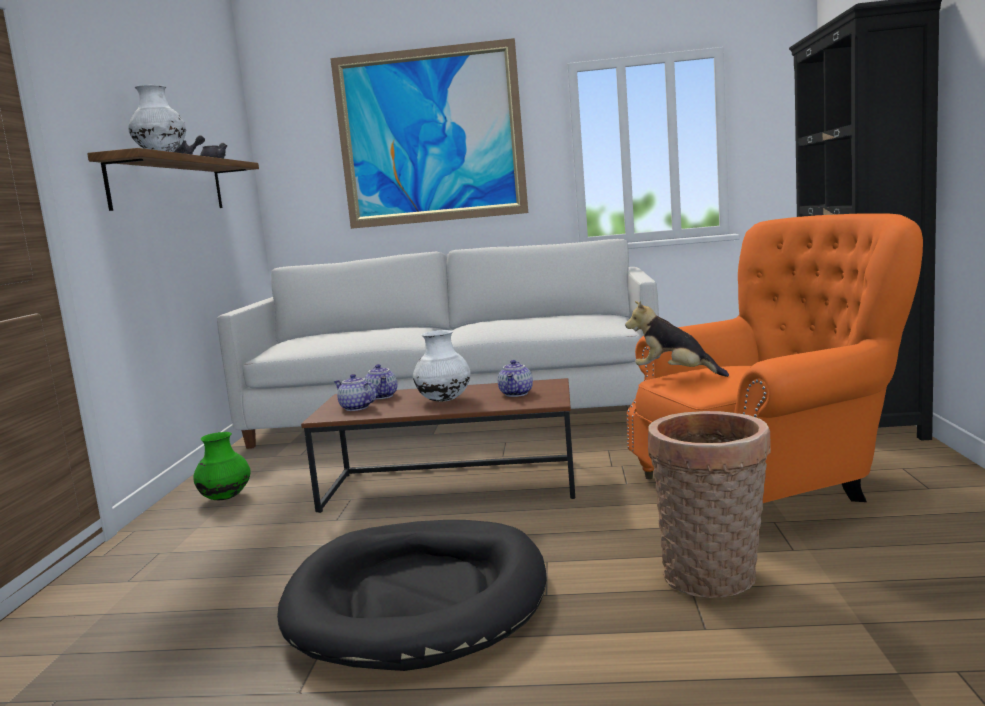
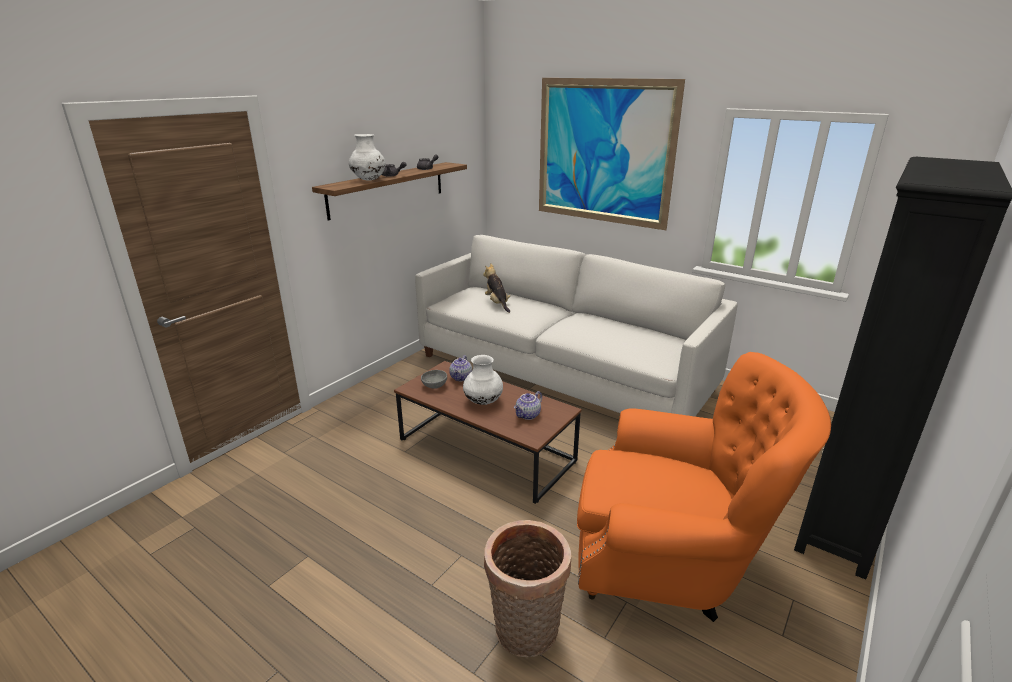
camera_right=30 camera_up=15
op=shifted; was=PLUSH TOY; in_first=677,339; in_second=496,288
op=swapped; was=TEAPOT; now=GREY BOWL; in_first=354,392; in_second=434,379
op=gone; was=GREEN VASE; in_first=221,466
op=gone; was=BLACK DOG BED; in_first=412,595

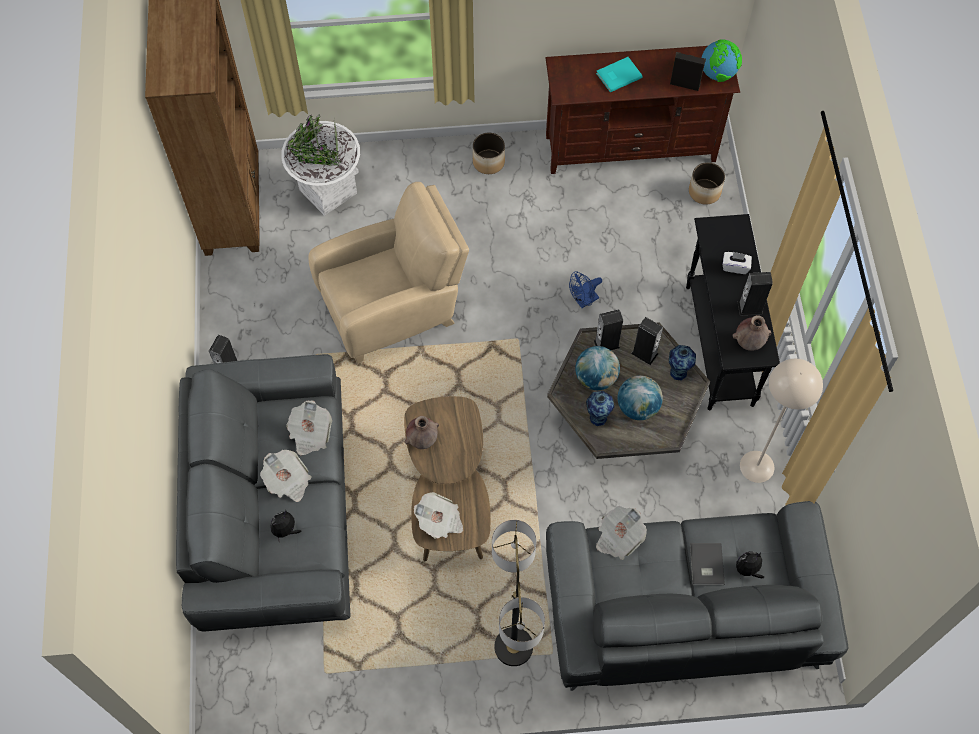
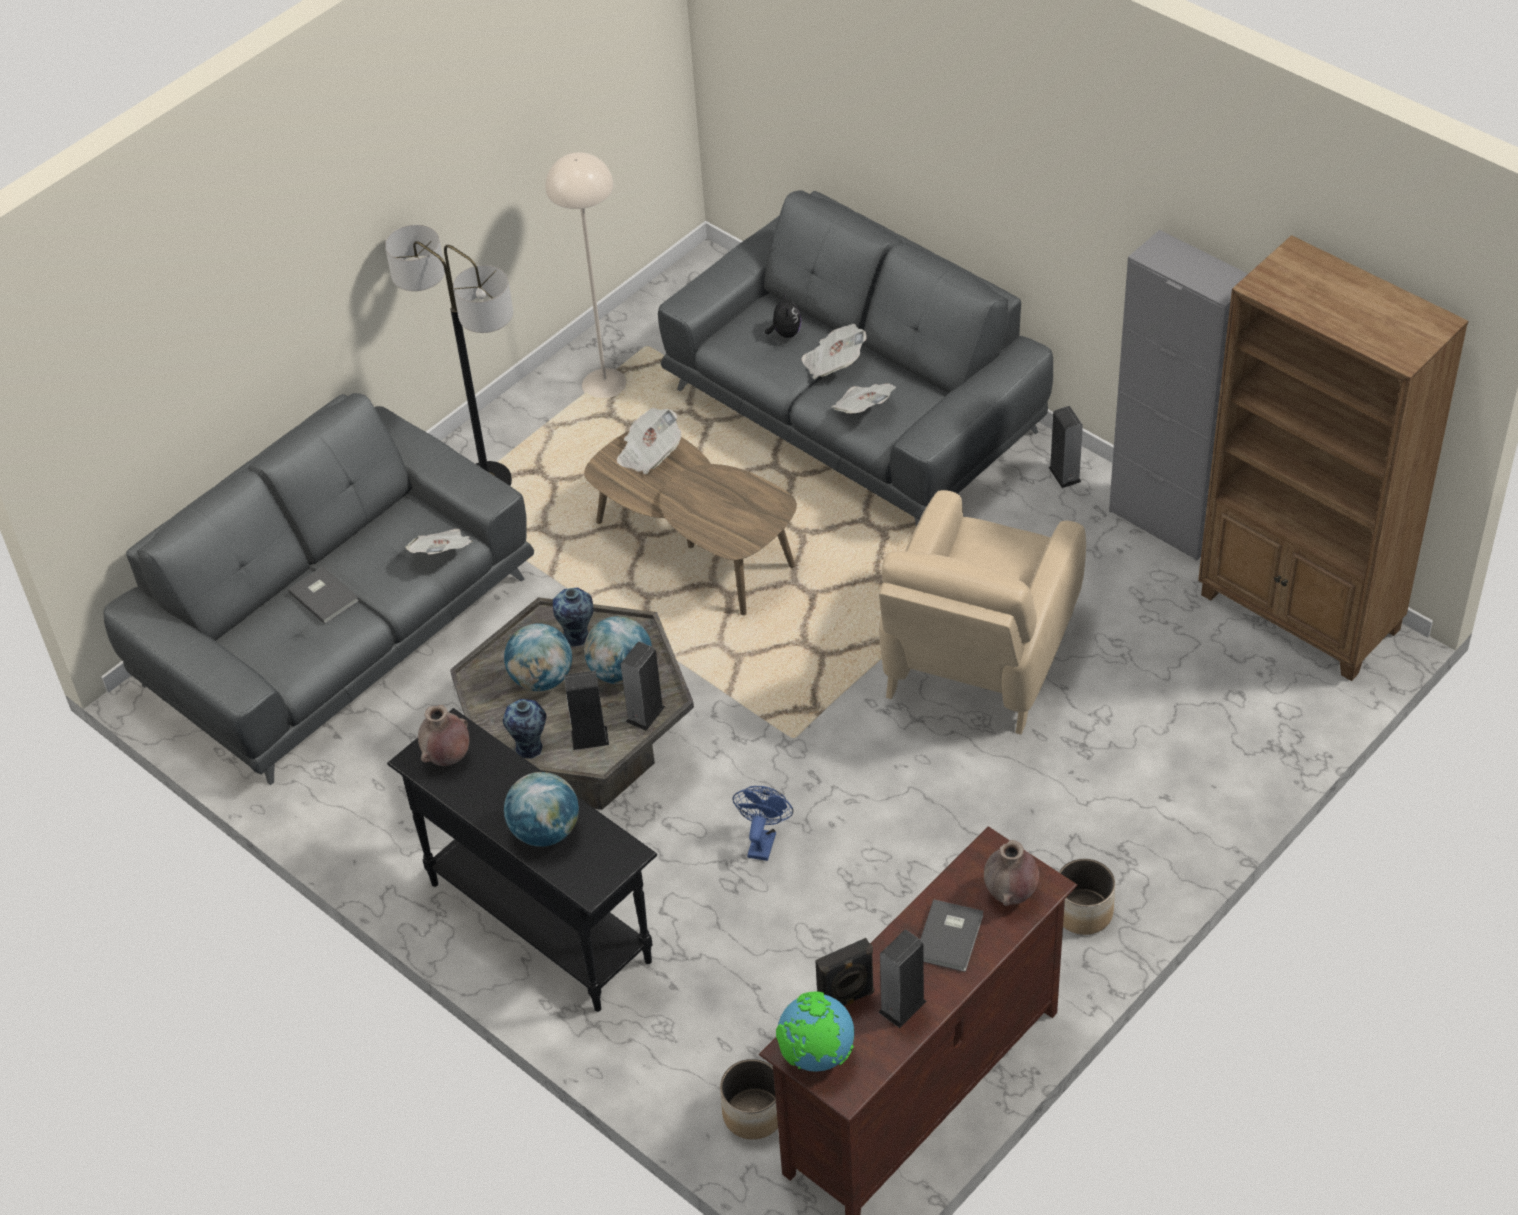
camera_right=140 camera_up=-15
op=repainted; was=TURQUOISE BOOK; now=GREY BOOK; in_first=619,74; in_second=951,935
op=gone; was=WHITE PLANTER; in_first=320,165
op=swapped; was=WHITE TISSUE BOX; now=GLOBE; in_first=737,263; in_second=541,809
op=shifted; was=SPEAKER; in_first=755,294; in_second=902,979
op=shifted; was=BEIGE FLOOR LAMP; in_first=781,421; in_second=585,275
op=shifted; was=BROWN VASE; in_first=421,432; in_second=1011,873
op=gone; was=PLUSH TOY; in_first=750,565
op=new; now=GREY CABINET; in_second=1178,395

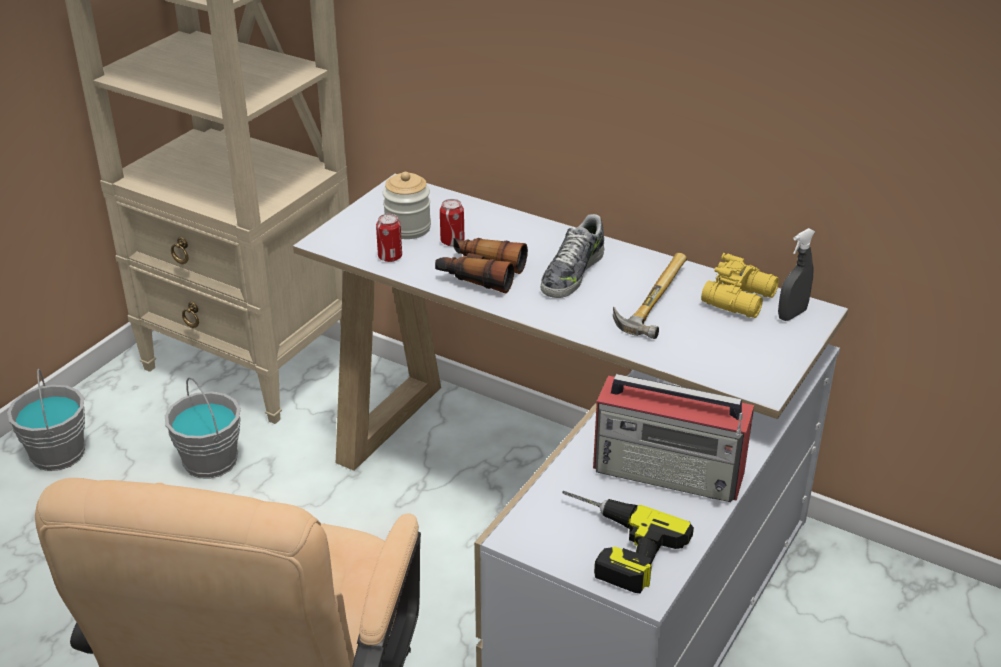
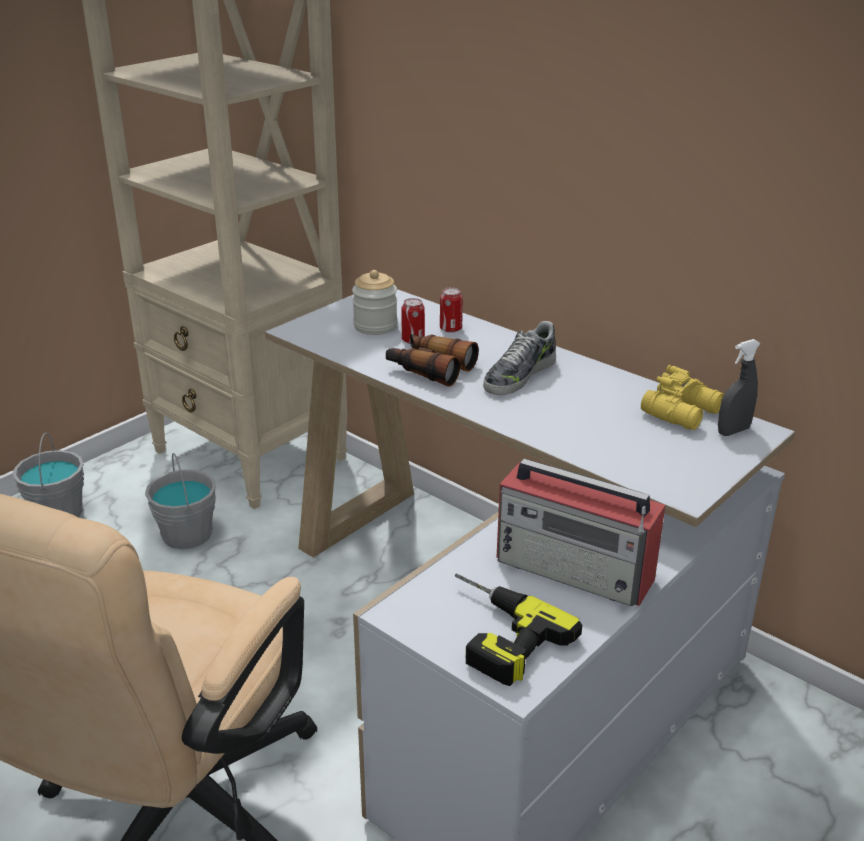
camera_right=10 camera_up=-5
op=shifted; was=CAN; in_first=389,238; in_second=451,310
op=gone; was=HAMMER; in_first=650,296

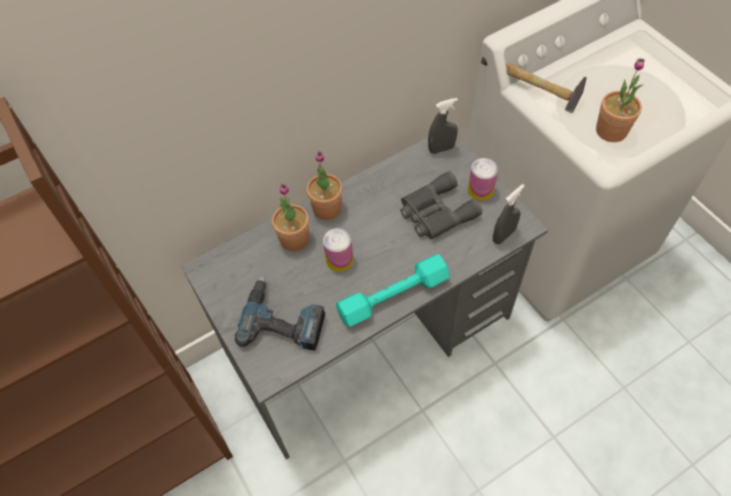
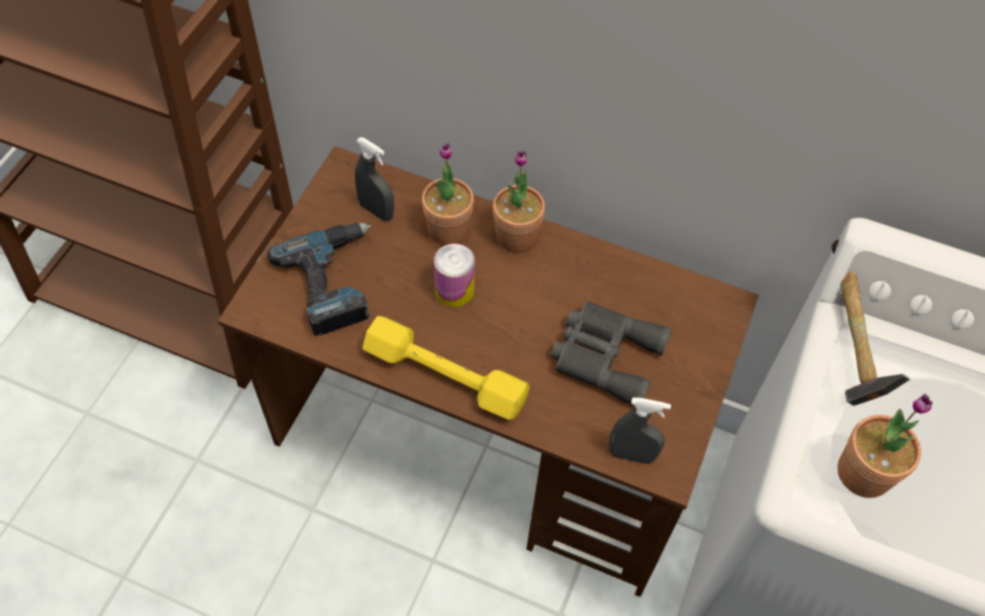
camera_right=50 camera_up=0
op=shifted; was=GREY SPRAY BOTTLE; in_first=443,126; in_second=374,179
op=repainted; was=GREY DESK; now=BROWN DESK; in_first=364,297; in_second=488,371
op=gone; was=CAN; in_first=483,179
op=repainted; was=TURQUOISE DUMBBELL; now=YELLOW DUMBBELL; in_first=393,290; in_second=446,368

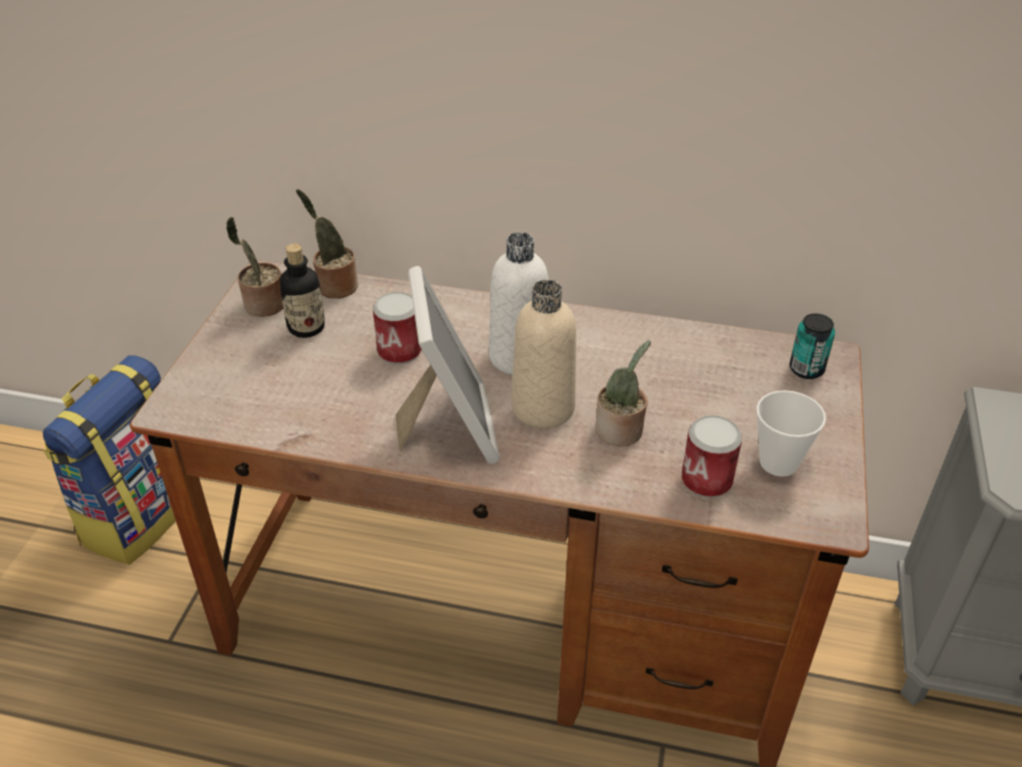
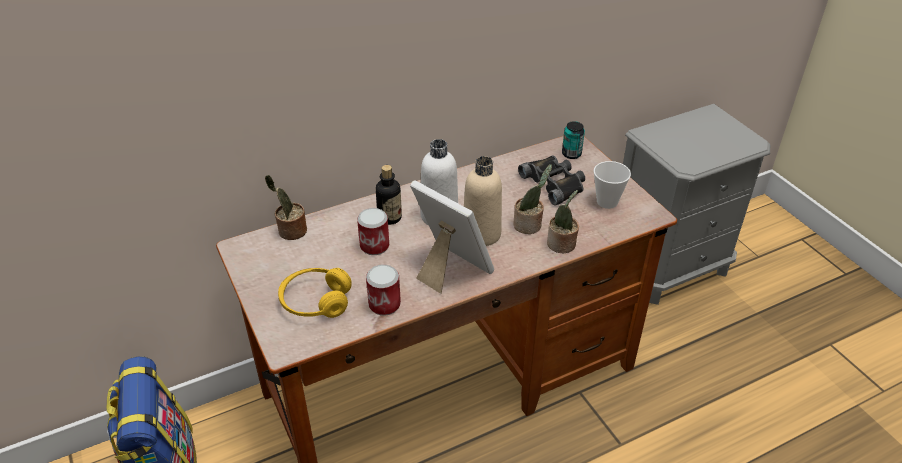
camera_right=-40 camera_up=0
op=shifted; was=POTTED PLANT; in_first=254,267; in_second=563,221
op=shifted; was=BOTTLE; in_first=302,291; in_second=389,195
op=shifted; was=CAN; in_first=712,456; in_second=383,290
op=new; now=BLACK BINOCULARS; in_second=551,180
op=new; now=YELLOW HEADPHONES; in_second=315,293

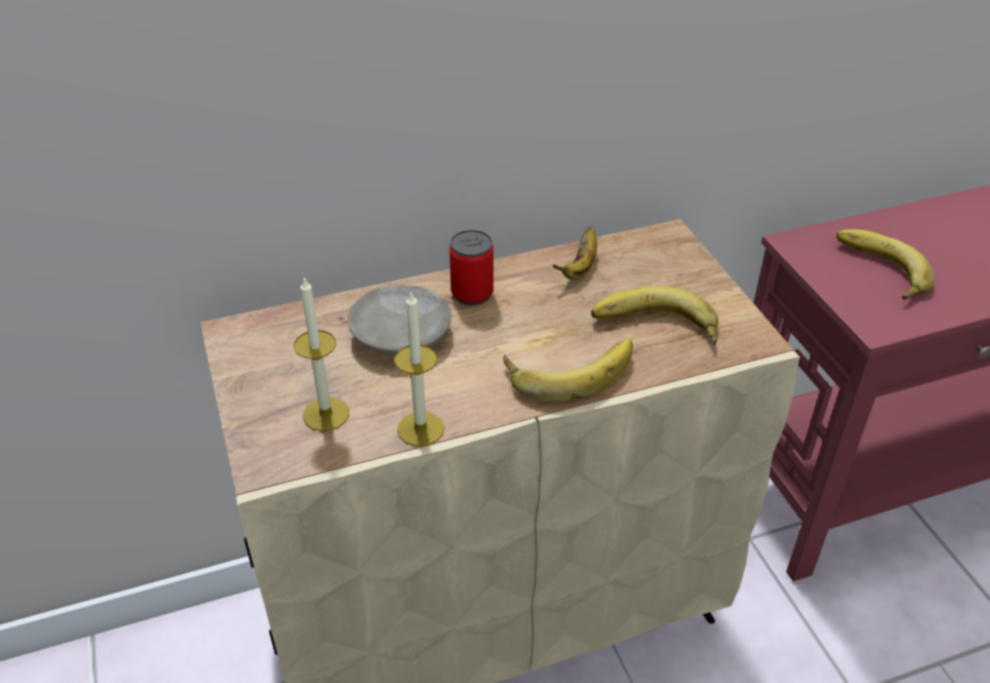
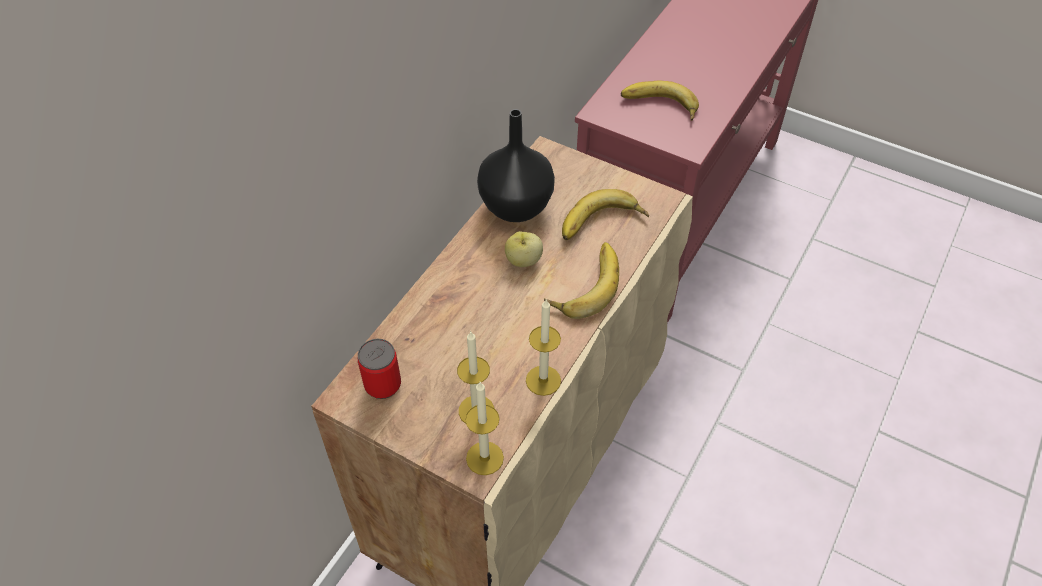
camera_right=-40 camera_up=10
op=swapped; was=BANANA; now=BLACK VASE; in_first=575,253; in_second=516,165
op=shifted; was=CAN; in_first=471,267; in_second=379,369
op=gone; was=BEIGE PLATE; in_first=399,319
op=new; now=APPLE; in_second=524,249
op=new; now=CANDLE; in_second=484,428

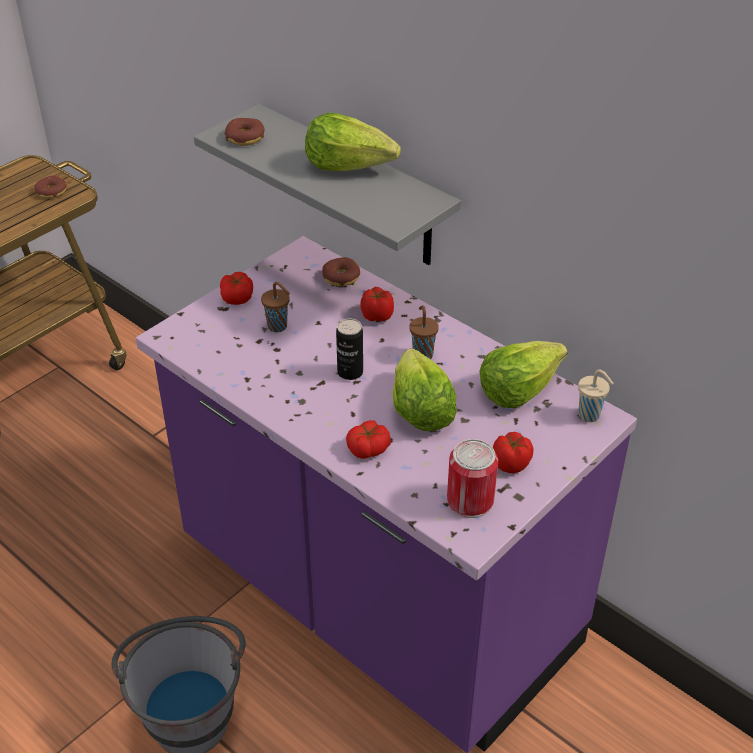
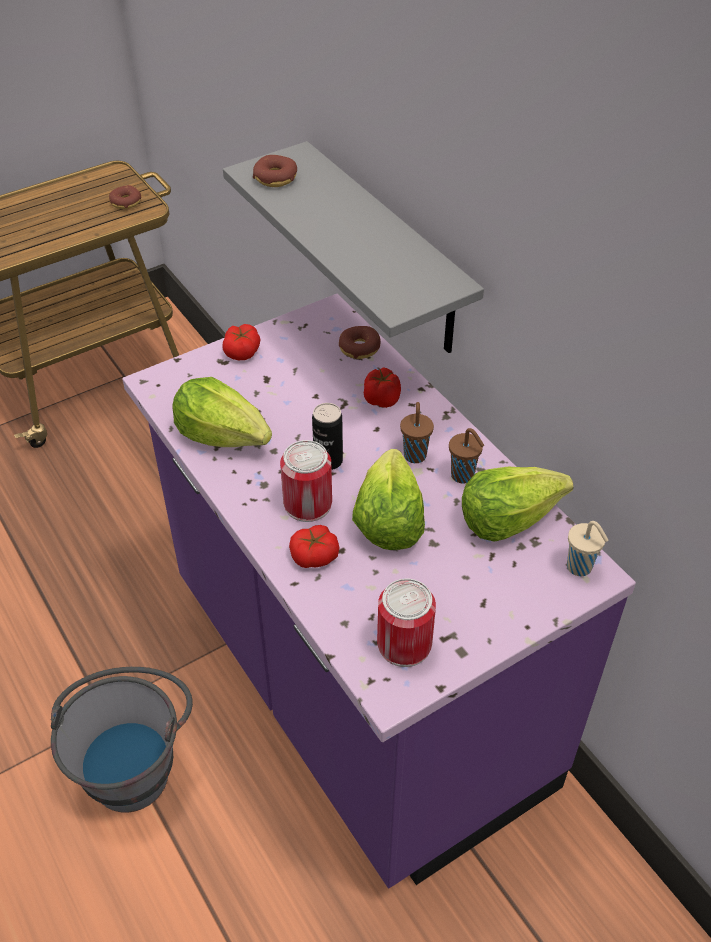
camera_right=15 camera_up=5
op=shifted; was=LETTUCE; in_first=353,142; in_second=222,412
op=shifted; was=BROWN CUP; in_first=275,307; in_second=466,455
op=gone; was=TOMATO; in_first=513,452
op=new; now=CAN; in_second=306,481

